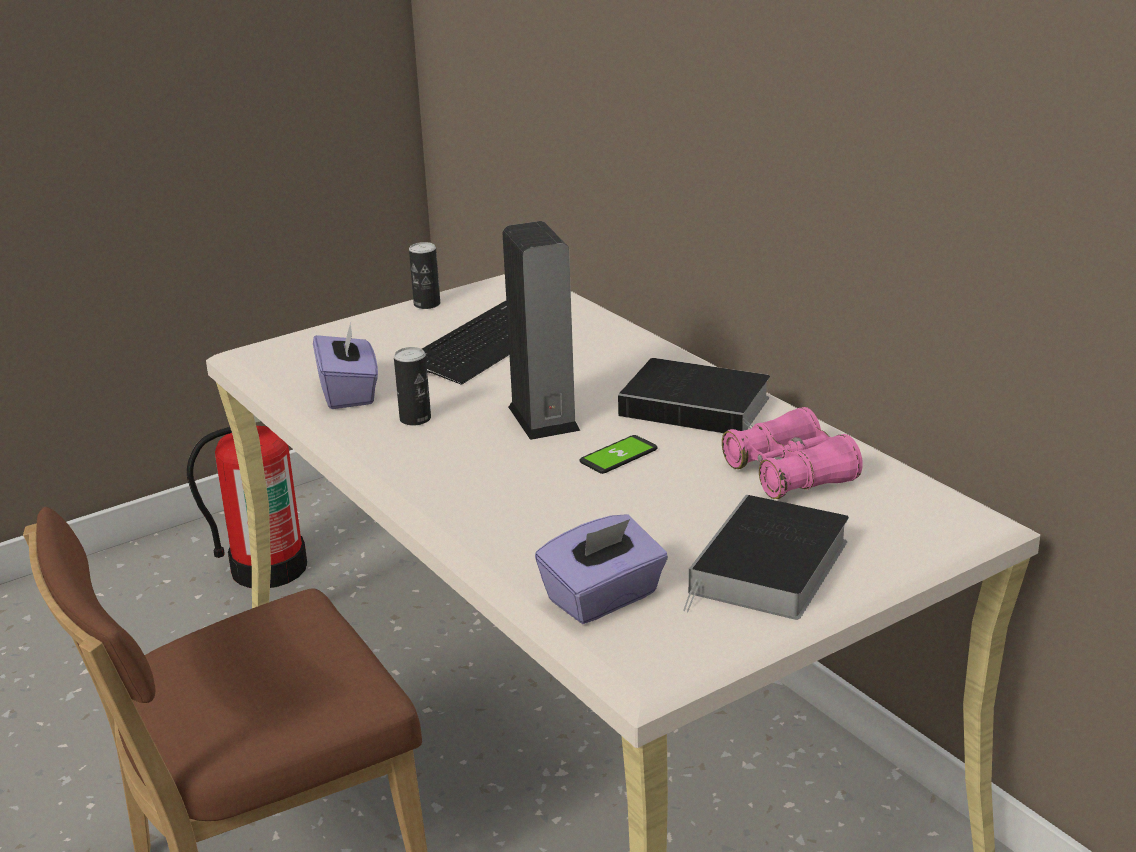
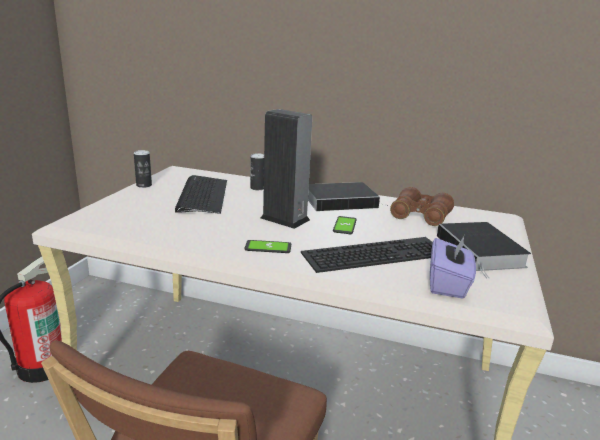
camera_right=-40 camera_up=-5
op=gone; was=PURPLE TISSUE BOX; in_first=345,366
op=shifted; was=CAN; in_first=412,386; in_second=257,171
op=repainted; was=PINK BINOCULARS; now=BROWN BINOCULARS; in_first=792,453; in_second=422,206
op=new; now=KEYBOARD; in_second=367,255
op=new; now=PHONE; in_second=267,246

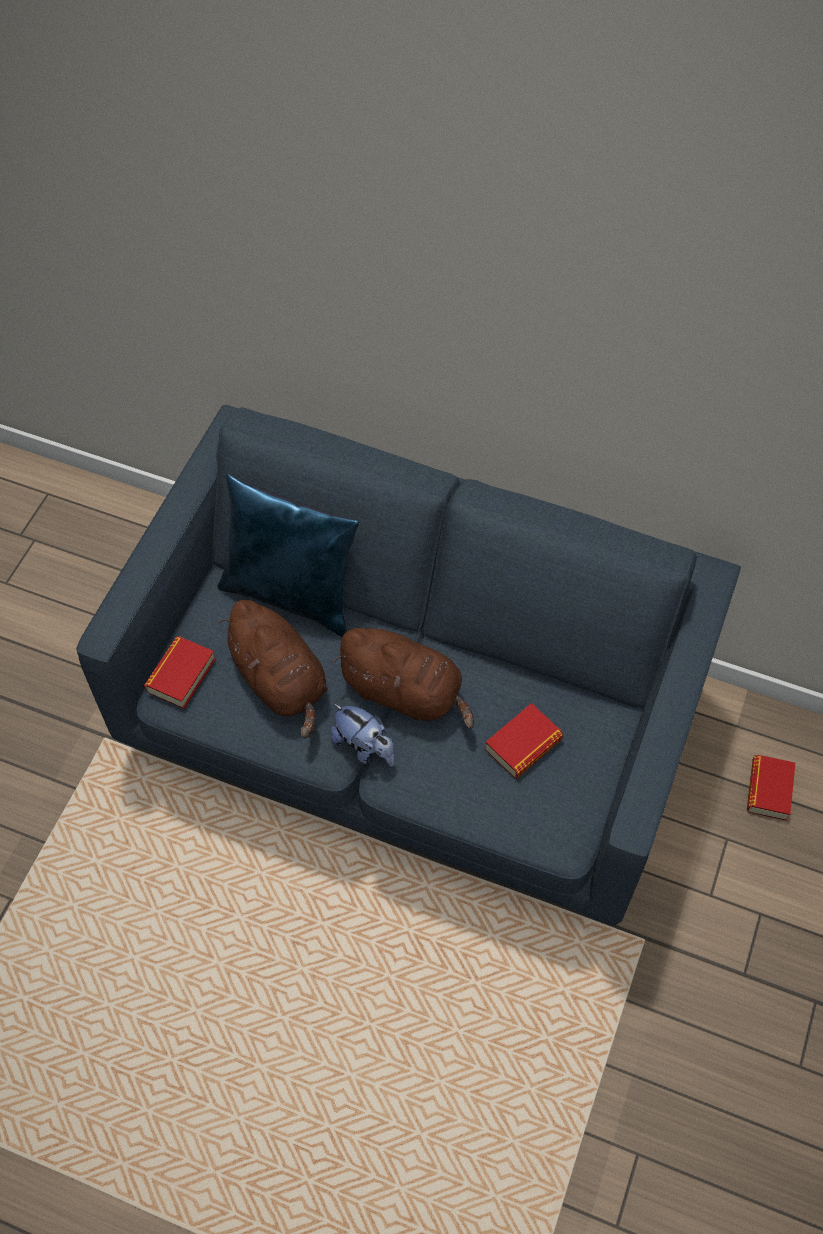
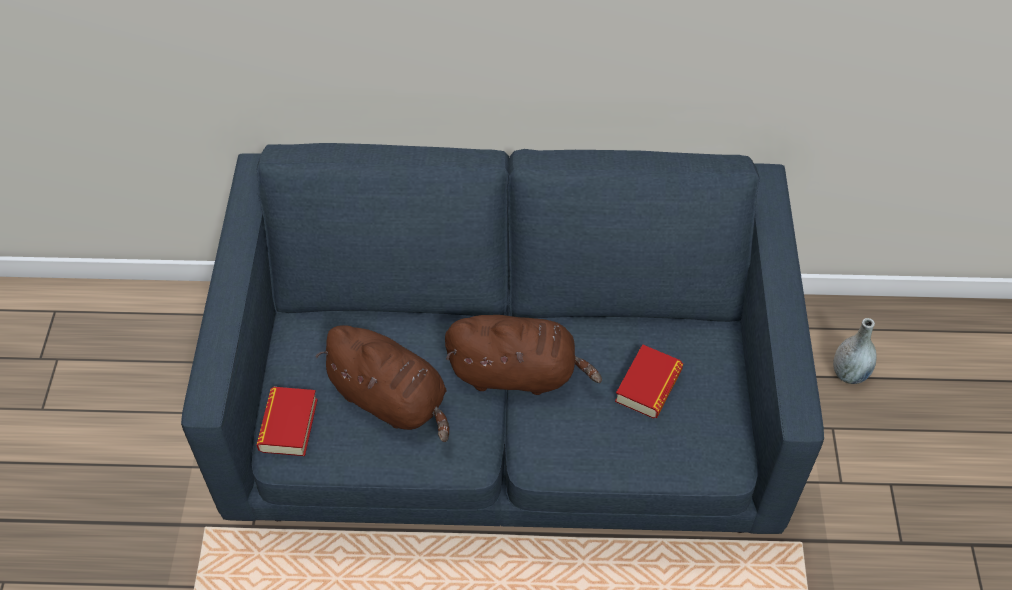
camera_right=-20 camera_up=-5
op=gone; was=BLUE PILLOW; in_first=288,555
op=gone; was=PLUSH TOY; in_first=362,735
op=swapped; was=BOOK; now=GREY VASE; in_first=771,788; in_second=854,351

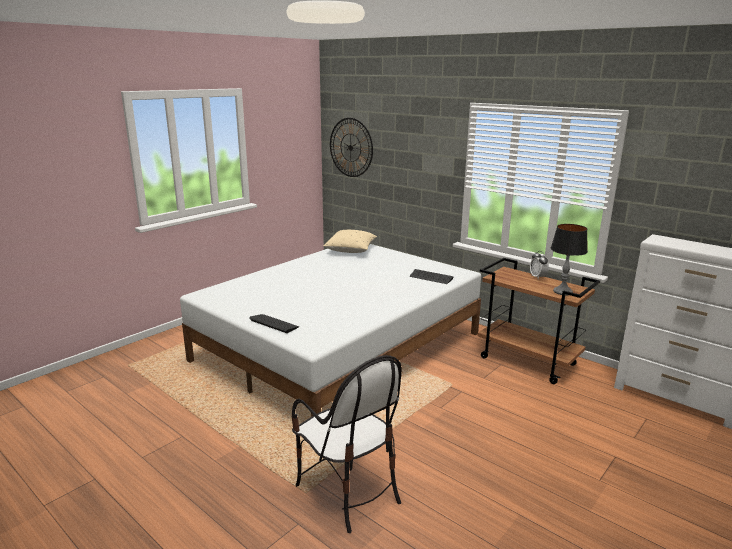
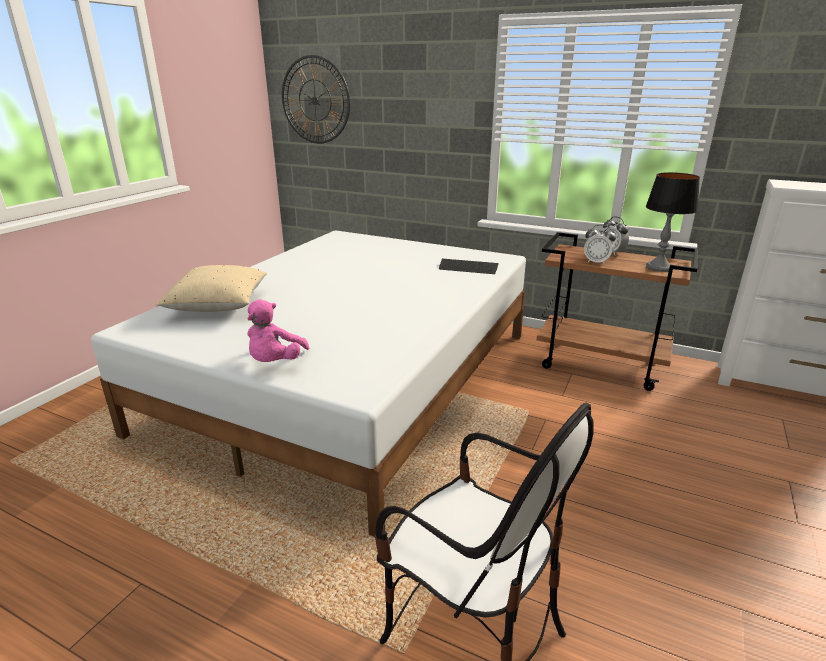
camera_right=-15 camera_up=5
op=shifted; was=BEIGE PILLOW; in_first=350,241; in_second=211,288
op=swapped; was=KEYBOARD; now=PINK PLUSH TOY; in_first=274,323; in_second=278,330
op=new; now=ALARM CLOCK; in_second=600,245

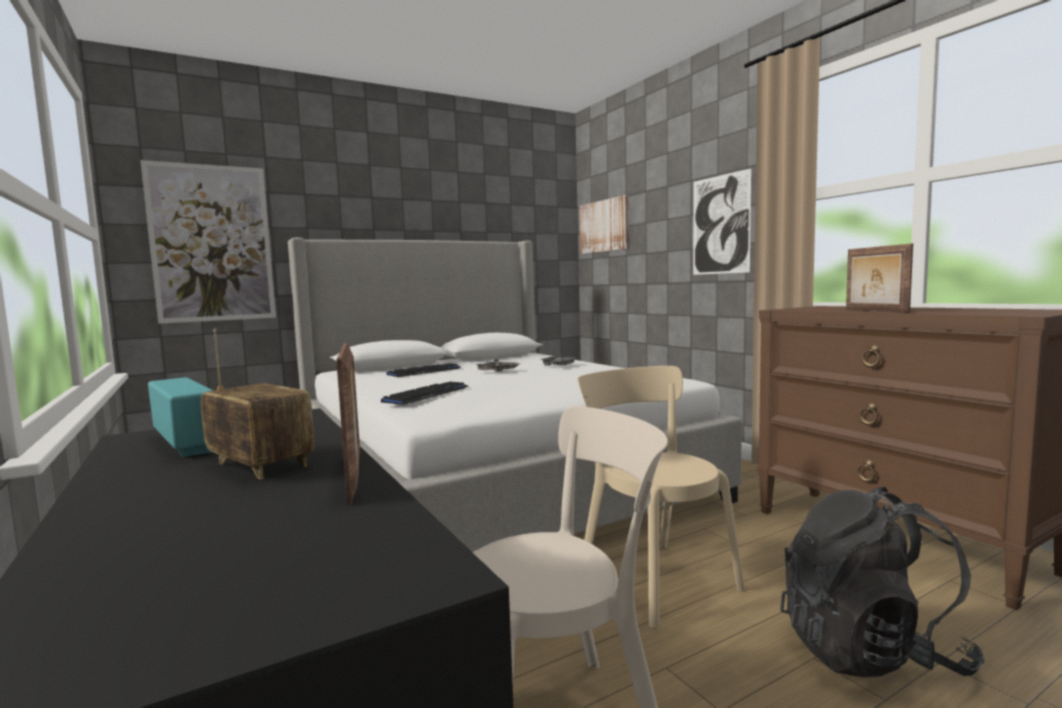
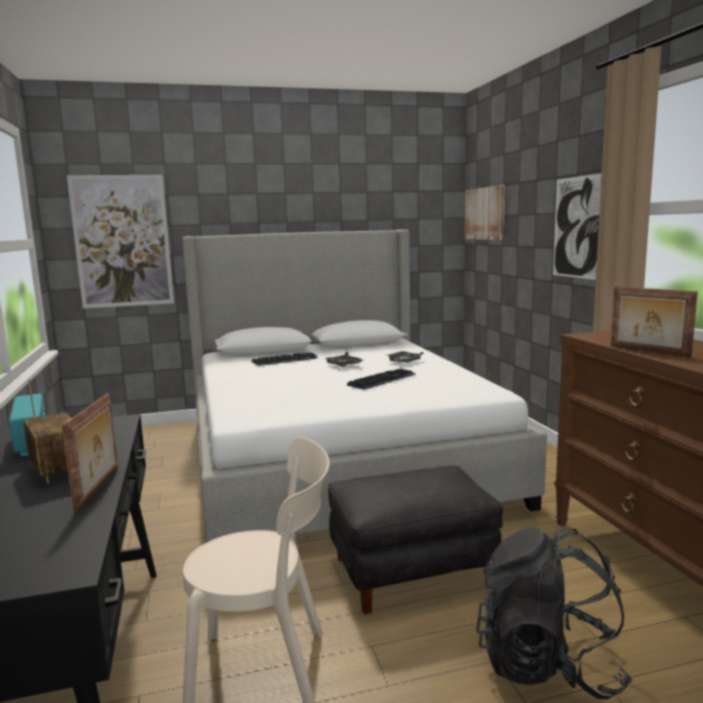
camera_right=15 camera_up=5
op=rotated; was=PICTURE FRAME; in_first=879,278; in_second=654,322; clockwise=-45
op=swapped; was=BEIGE CHAIR; now=BLACK OTTOMAN; in_first=661,497; in_second=415,540
op=shifted; was=KEYBOARD; in_first=425,393; in_second=381,379

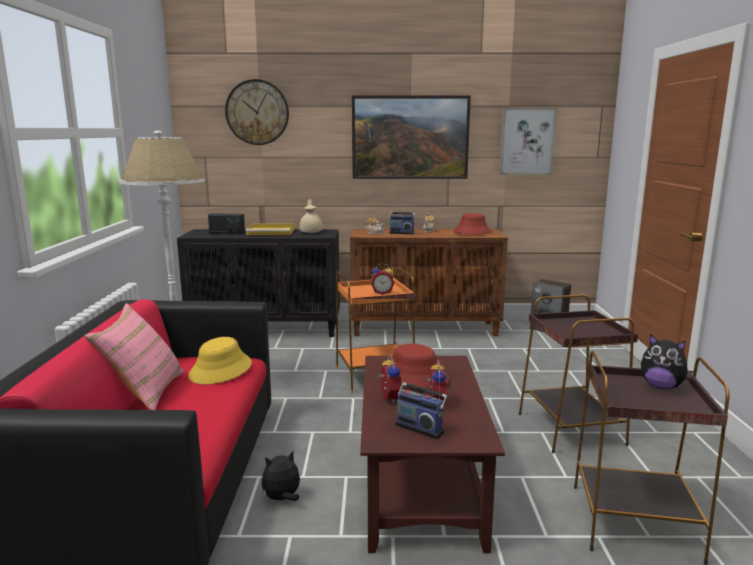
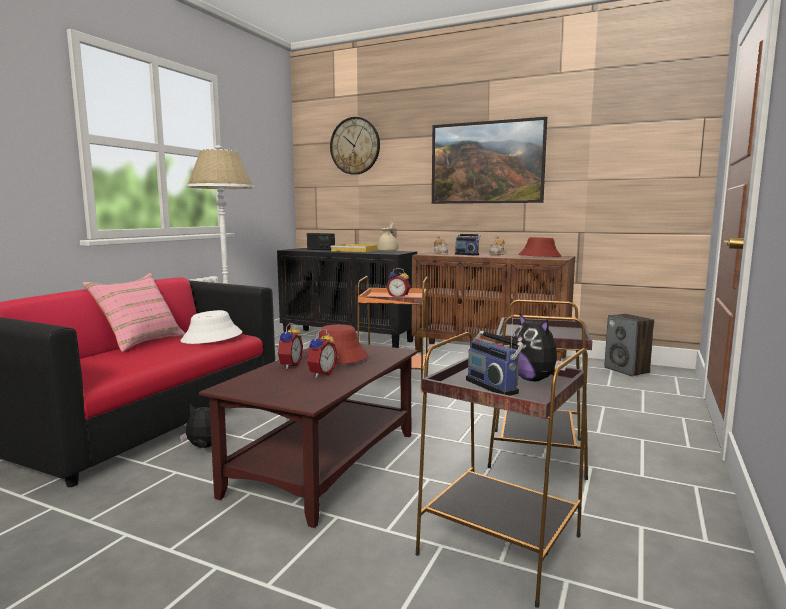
camera_right=25 camera_up=-5
op=gone; was=PICTURE; in_first=528,141
op=repainted; was=YELLOW HAT; now=WHITE HAT; in_first=220,360; in_second=211,327
op=shifted; was=RADIO; in_first=421,407; in_second=495,355

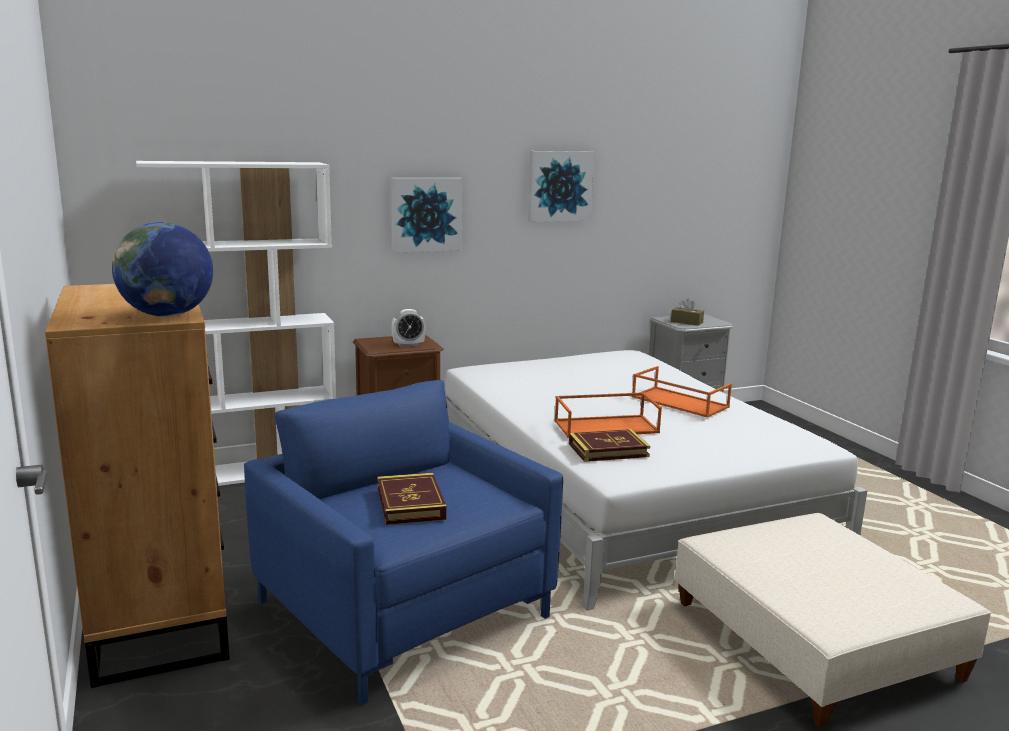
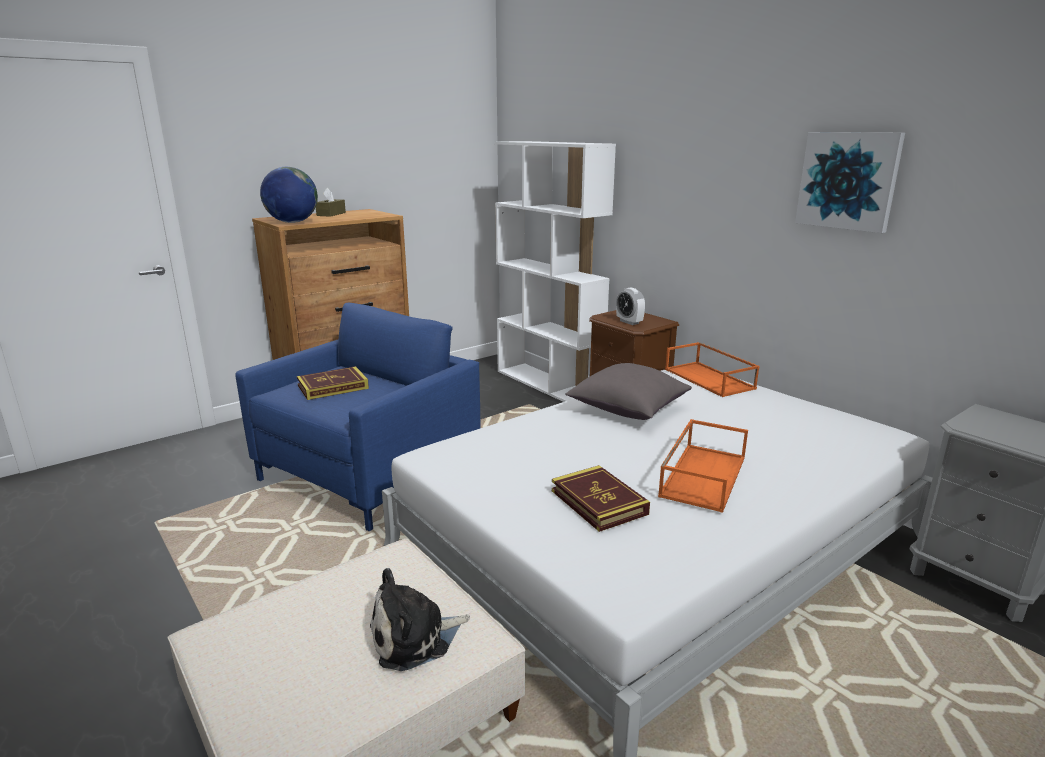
camera_right=75 camera_up=5
op=gone; was=PICTURE; in_first=427,215
op=shifted; was=BROWN TISSUE BOX; in_first=687,312; in_second=331,202
op=shifted; was=ORANGE TRAY; in_first=608,415; in_second=712,369
op=shifted; was=BOOK; in_first=609,445; in_second=601,498
op=new; now=GREY PILLOW; in_second=628,391
op=new; now=PLUSH TOY; in_second=420,619

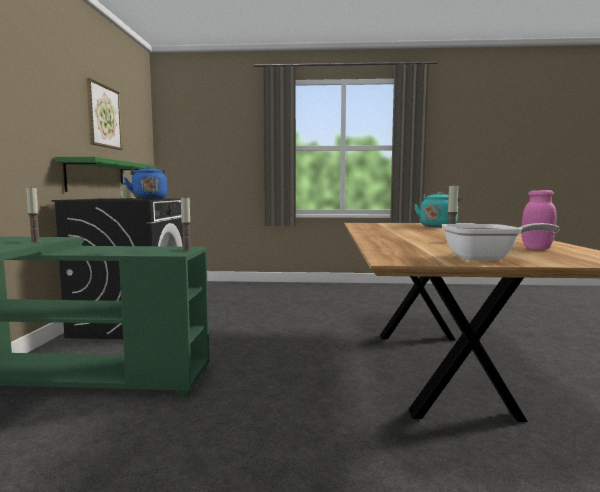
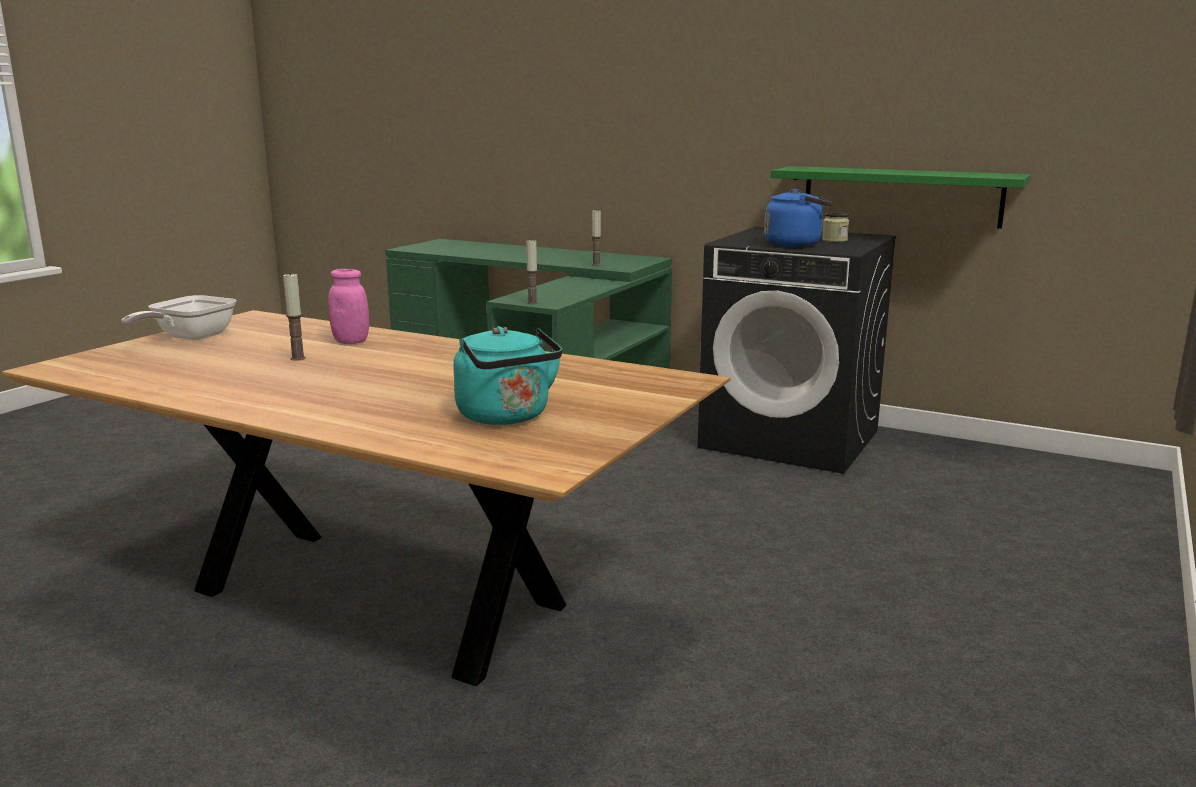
camera_right=115 camera_up=10
op=gone; was=PICTURE; in_first=104,114
op=shifted; was=PINK JAR; in_first=539,220; in_second=348,306

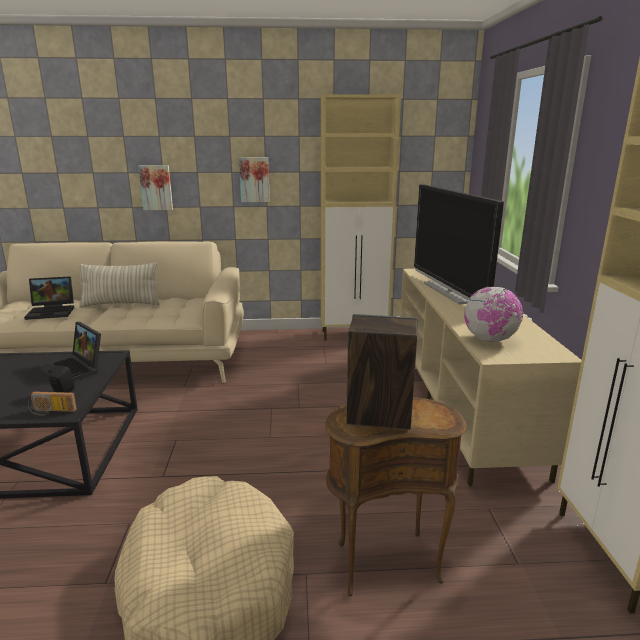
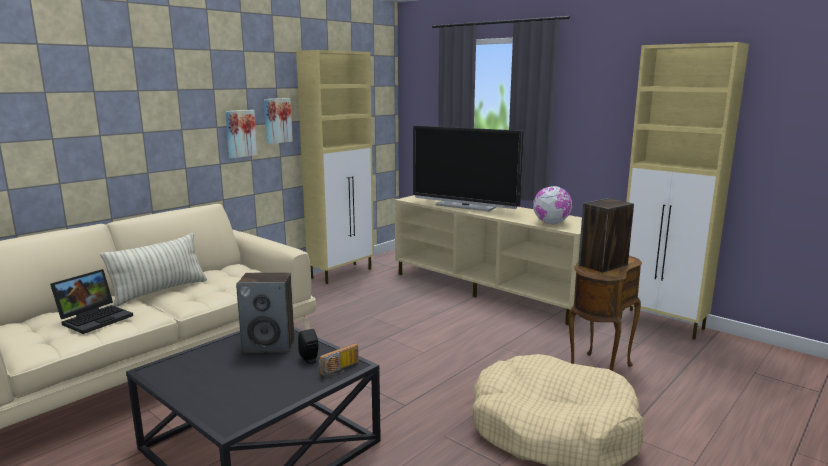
camera_right=-45 camera_up=-5
op=shifted; was=PICTURE; in_first=155,187; in_second=278,121
op=swapped; was=LAPTOP; now=SPEAKER; in_first=70,351; in_second=265,312

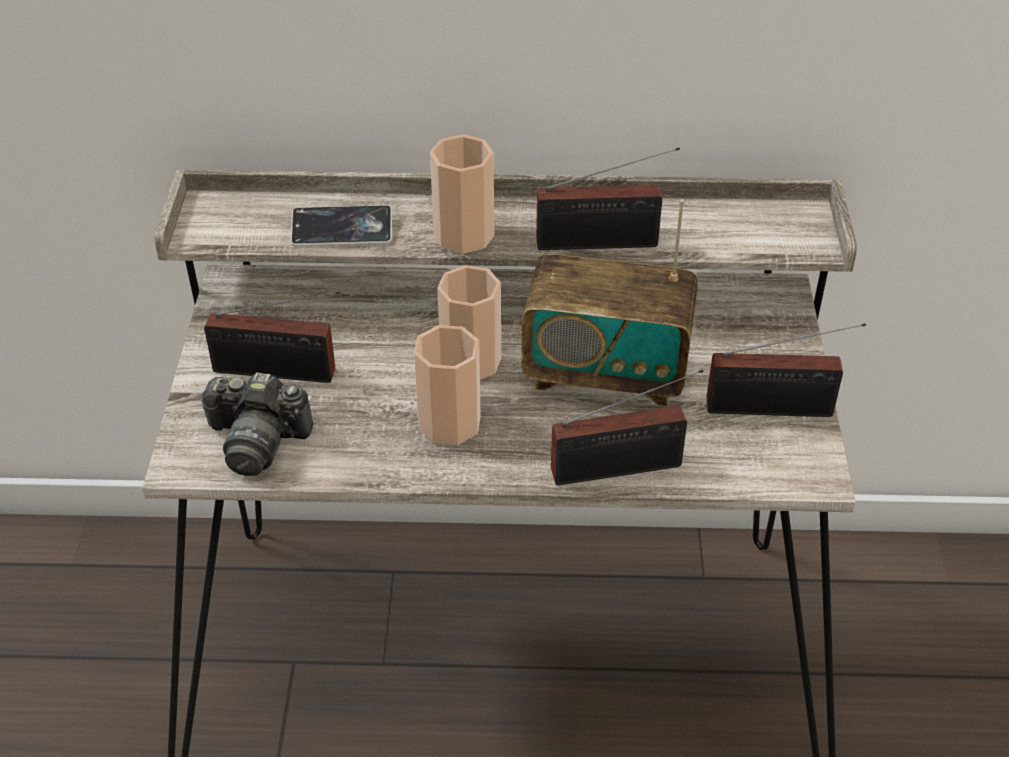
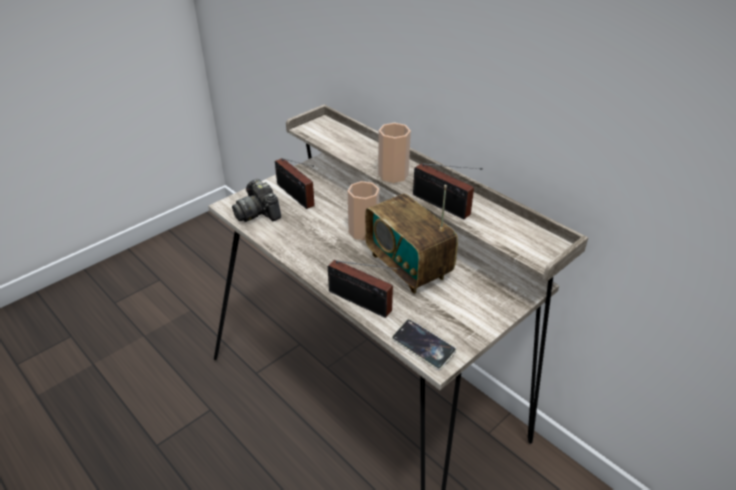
camera_right=45 camera_up=-5
op=shifted; was=PHONE; in_first=341,226; in_second=424,344
op=gone; was=RADIO; in_first=786,370
op=gone; was=CUP; in_first=447,385

